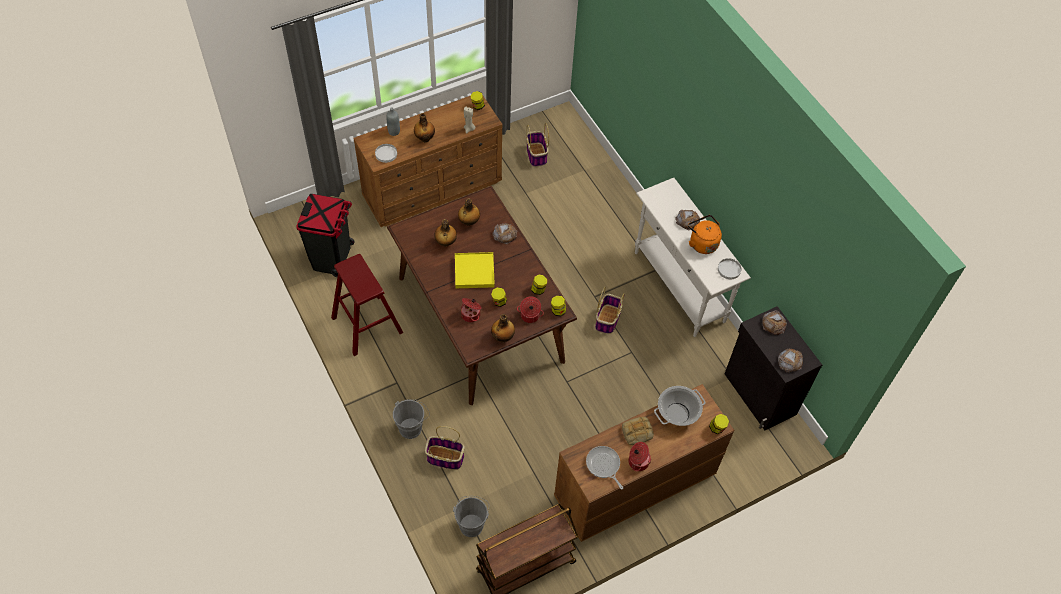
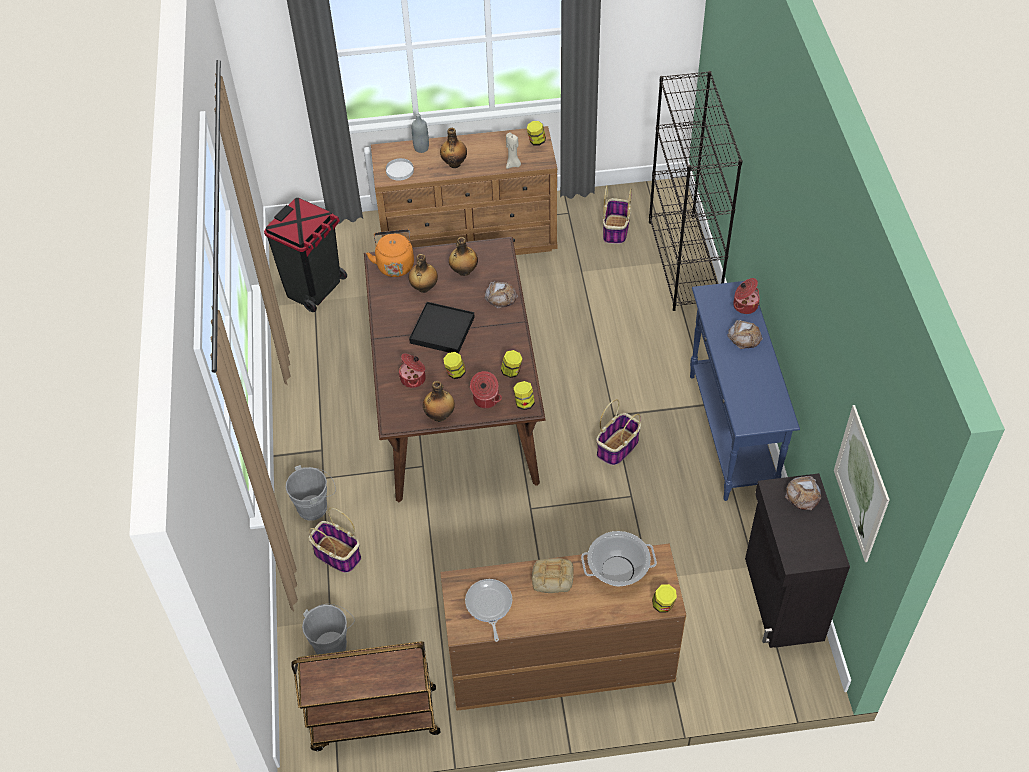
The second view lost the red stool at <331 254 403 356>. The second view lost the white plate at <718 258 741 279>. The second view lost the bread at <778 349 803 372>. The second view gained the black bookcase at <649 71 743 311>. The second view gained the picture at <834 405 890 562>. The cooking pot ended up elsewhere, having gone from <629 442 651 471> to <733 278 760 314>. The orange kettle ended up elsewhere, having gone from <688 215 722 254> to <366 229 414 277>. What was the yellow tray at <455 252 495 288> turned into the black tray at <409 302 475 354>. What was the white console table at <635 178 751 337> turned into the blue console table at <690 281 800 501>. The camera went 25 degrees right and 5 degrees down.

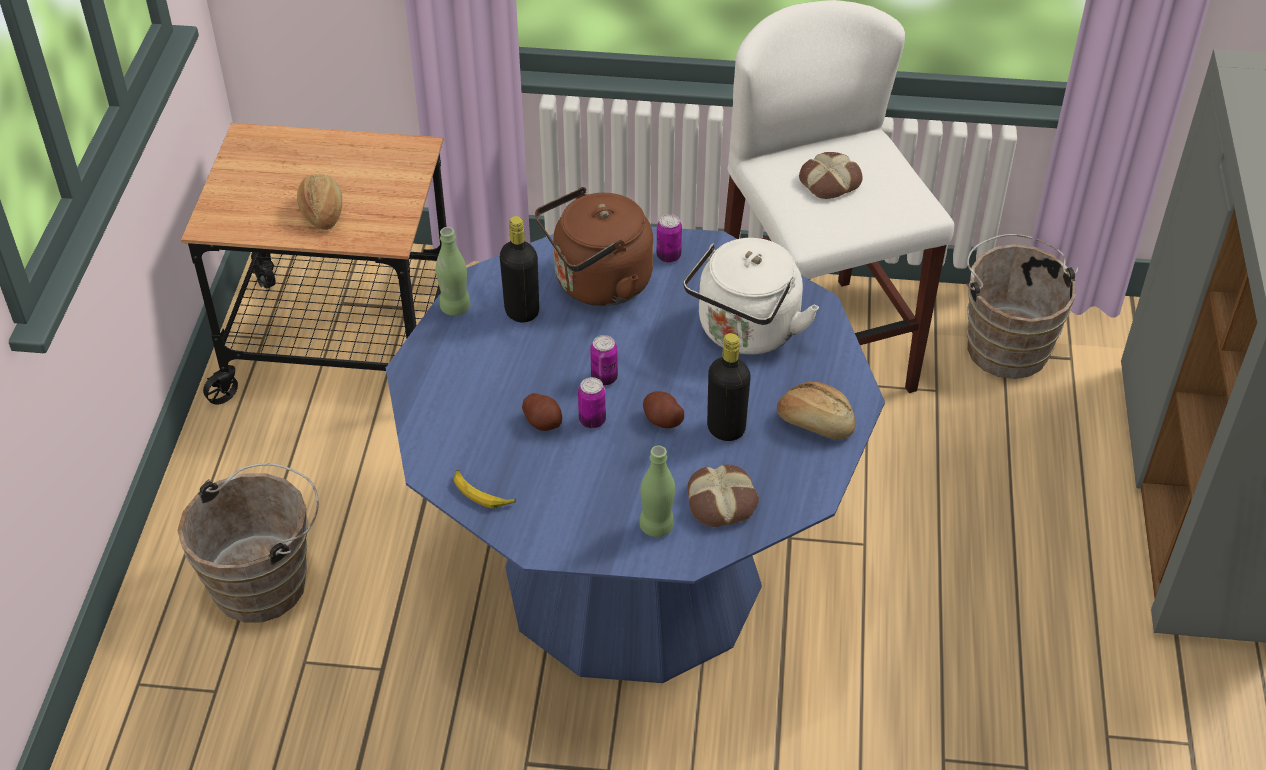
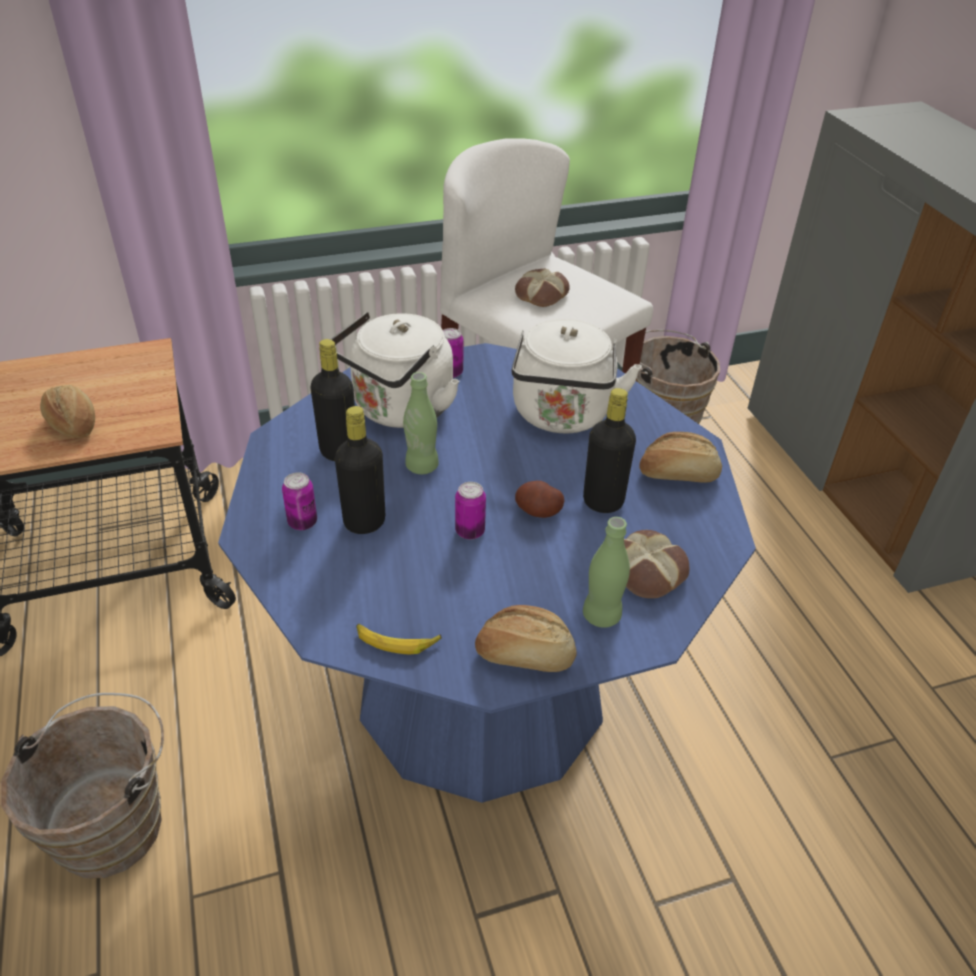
The second view lost the potato at <522 393 562 431>. The second view gained the black bottle at <335 406 385 534>. The second view gained the bread at <475 605 577 672>. The green bottle ended up elsewhere, having gone from <436 227 471 316> to <403 372 439 474>. The can ended up elsewhere, having gone from <590 335 618 386> to <282 472 317 530>. What was the brown kettle at <535 187 653 306> turned into the white kettle at <330 312 459 428>. The camera went 25 degrees left and 5 degrees down.

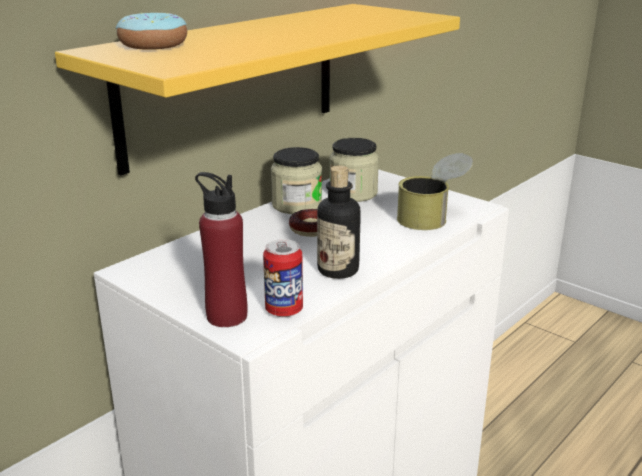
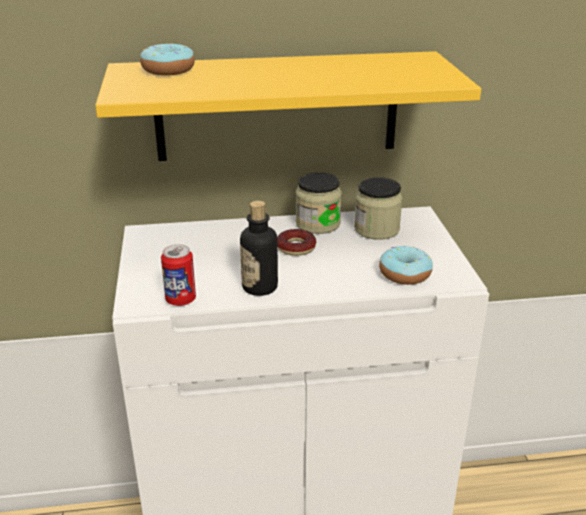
The second view lost the red bottle at <195 172 247 327>. Where the can stood at <397 153 473 230>, the donut came to stand at <379 245 433 285>. The camera went 40 degrees right and 5 degrees up.

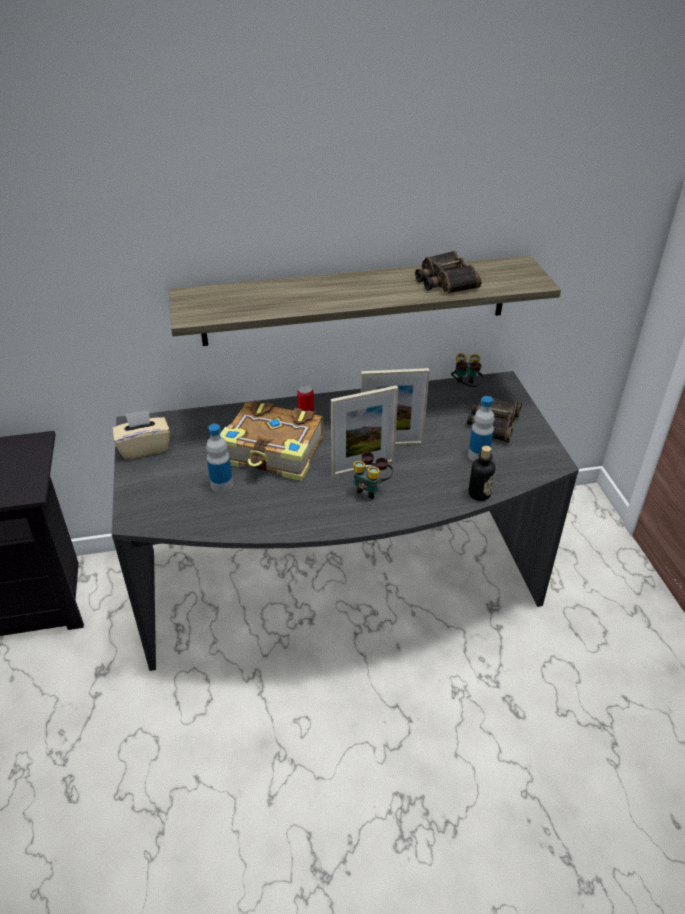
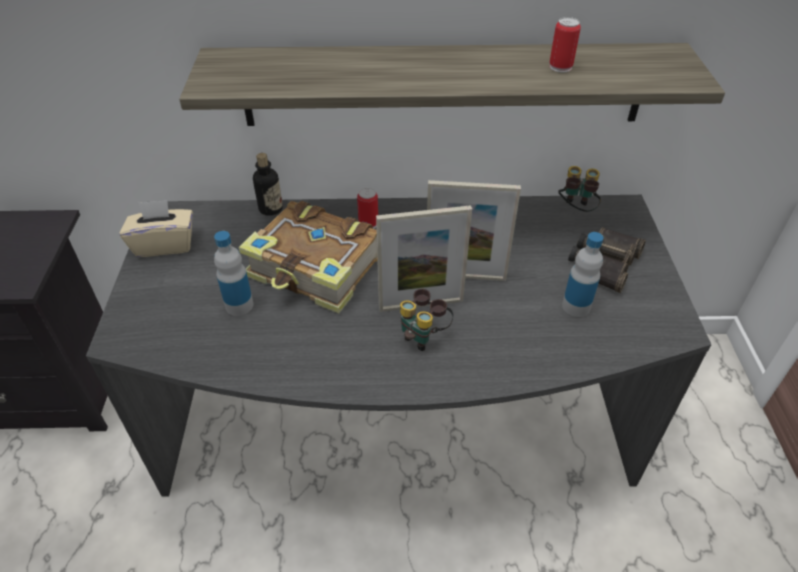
The bottle ended up elsewhere, having gone from <468 446 495 501> to <253 153 283 216>. Where the binoculars stood at <415 251 481 294>, the can came to stand at <549 17 581 73>. The camera went 10 degrees right and 5 degrees up.

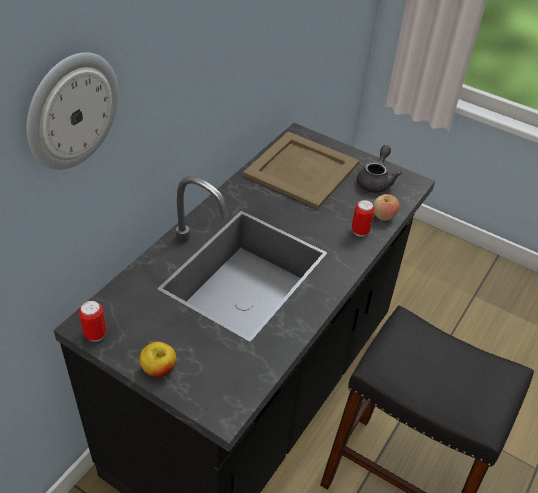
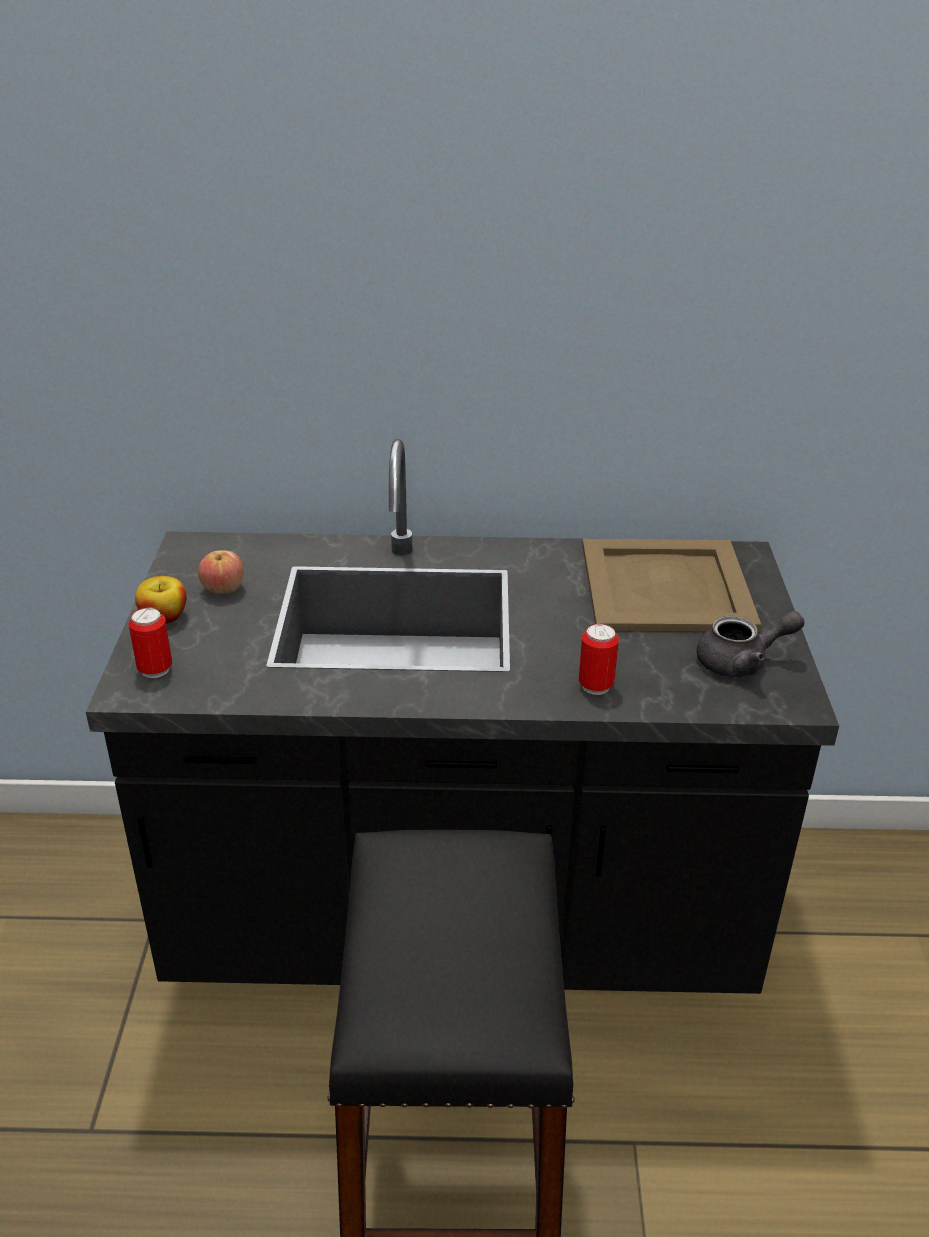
The second view lost the wall clock at <26 52 118 170>. The can ended up elsewhere, having gone from <79 300 107 342> to <128 607 172 678>. The apple ended up elsewhere, having gone from <373 194 400 221> to <198 550 244 594>. The camera went 60 degrees right and 10 degrees down.

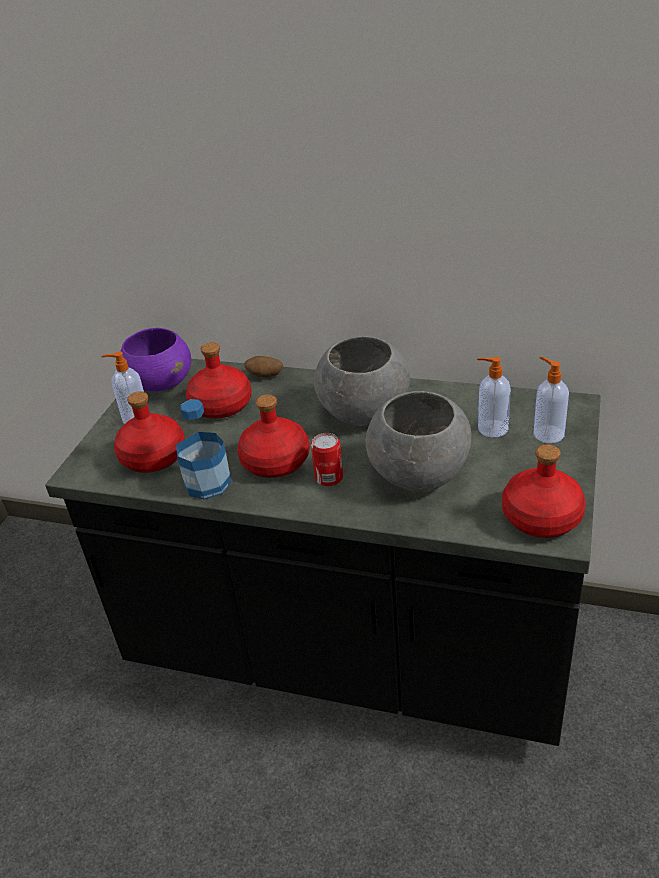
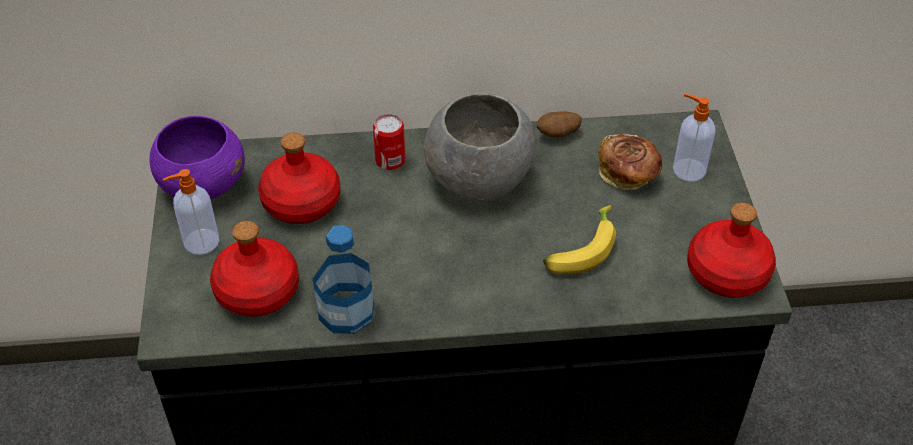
The second view lost the red bottle at <237 395 310 478>. The potato ended up elsewhere, having gone from <244 356 283 378> to <537 112 582 138>. The can ended up elsewhere, having gone from <311 433 343 486> to <373 114 405 170>. Where the grey bowl stood at <365 391 471 492>, the banana came to stand at <543 205 616 274>. Where the soap dispenser stood at <477 357 511 437>, the bread came to stand at <598 133 662 190>. The camera went 25 degrees left and 10 degrees up.

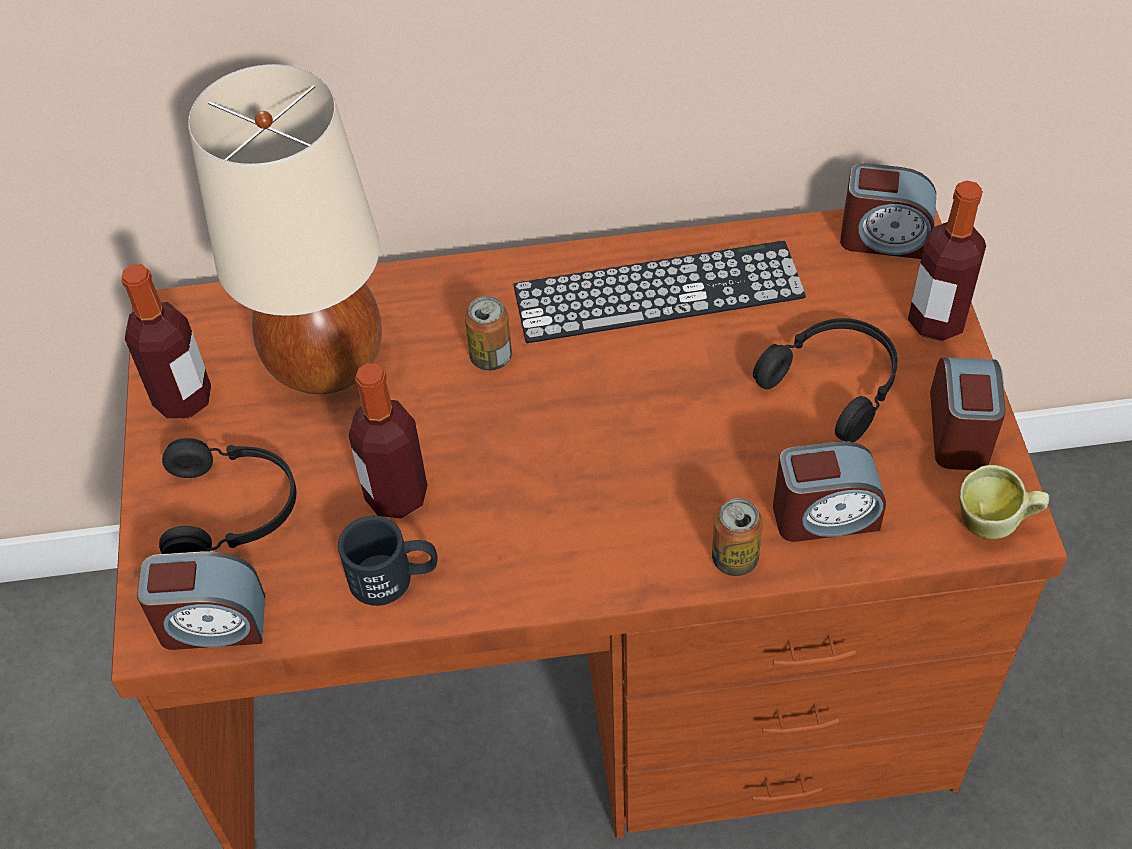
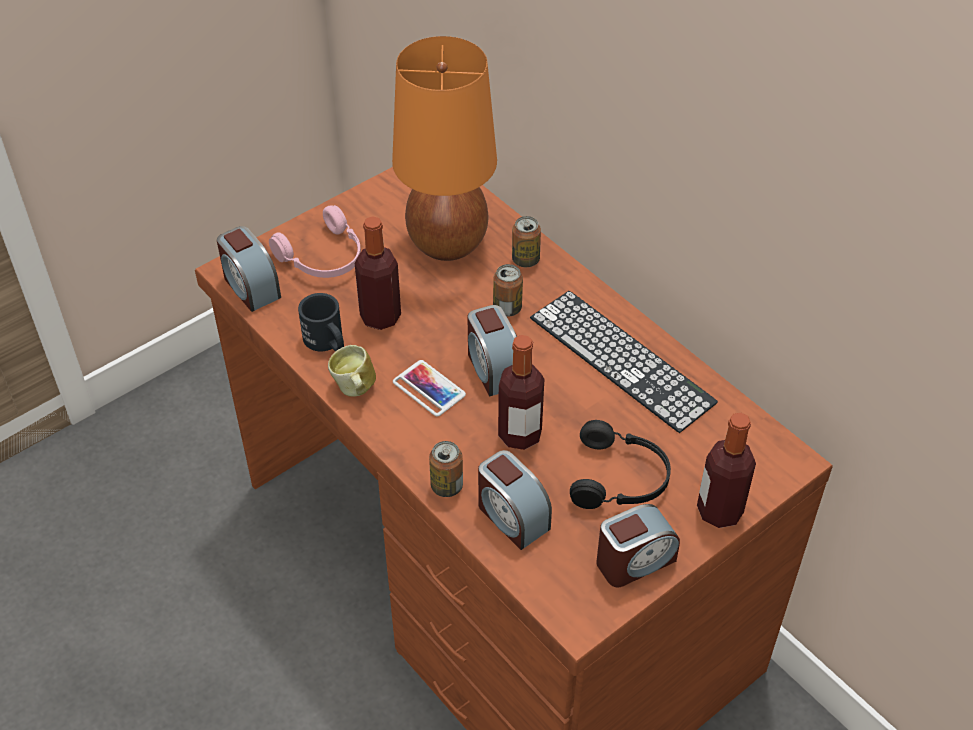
The second view gained the phone at <393 360 466 417>. The second view gained the can at <512 216 541 267>. The bottle ended up elsewhere, having gone from <121 264 211 419> to <498 335 544 450>. The alarm clock ended up elsewhere, having gone from <840 163 936 259> to <468 305 517 396>. The mug ended up elsewhere, having gone from <959 465 1049 539> to <328 345 376 397>. What was the black headphones at <159 438 297 554> turned into the pink headphones at <269 205 361 278>. What was the beige table lamp at <188 64 382 394> turned into the orange table lamp at <392 36 497 261>. The camera went 55 degrees right and 5 degrees down.

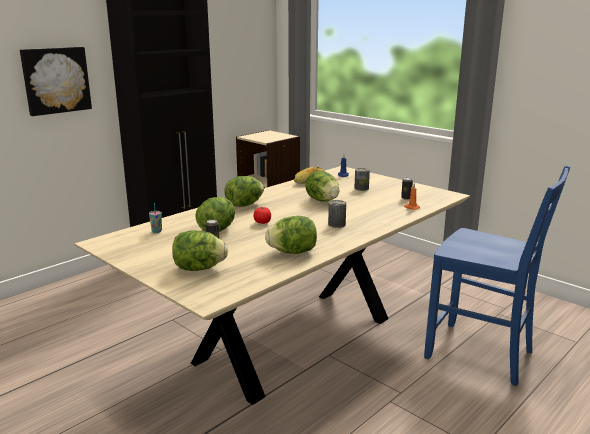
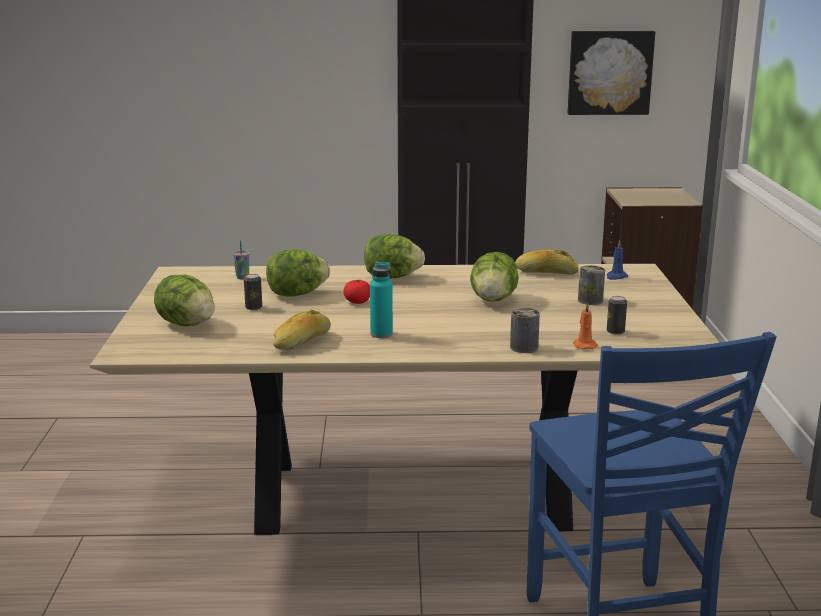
The second view gained the turquoise bottle at <370 261 393 338>. The picture ended up elsewhere, having gone from <20 47 92 116> to <567 31 655 115>. The can ended up elsewhere, having gone from <328 200 346 228> to <510 308 540 353>. Where the lettuce stood at <265 216 317 254>, the bread came to stand at <273 310 331 350>. The camera went 45 degrees right and 0 degrees up.

